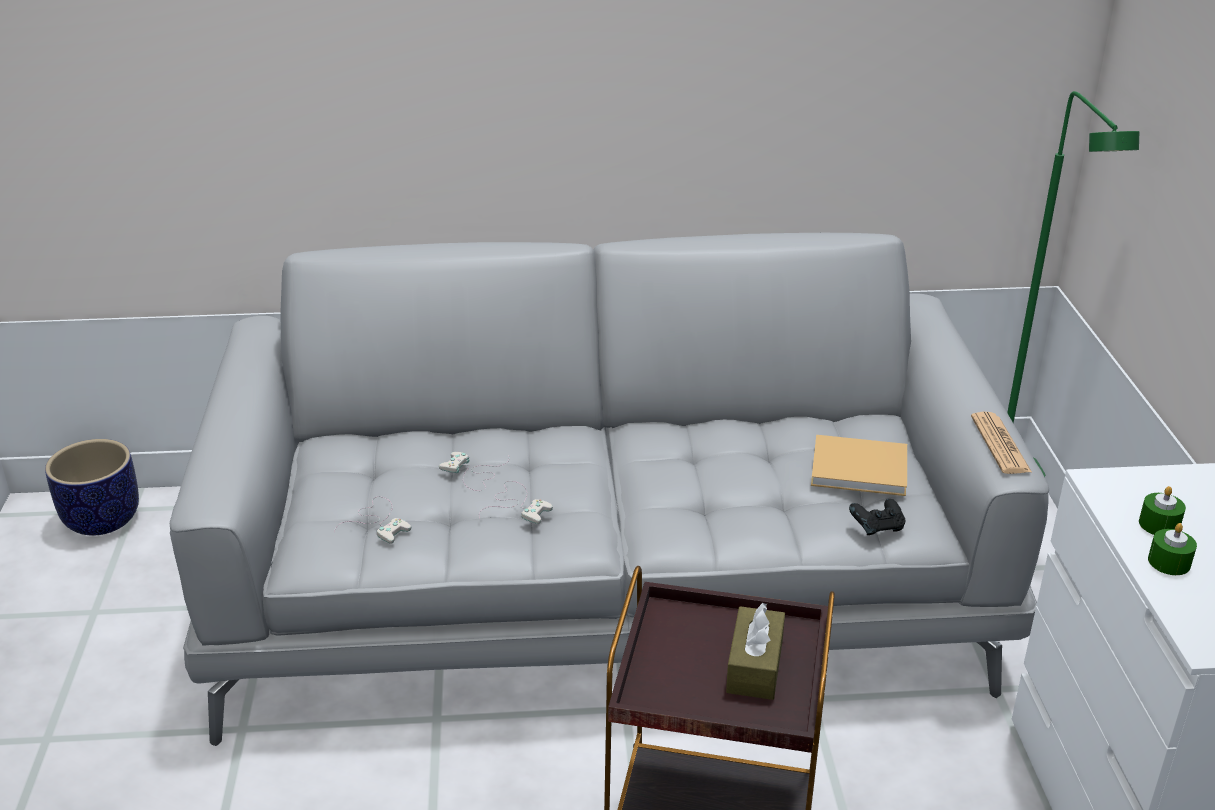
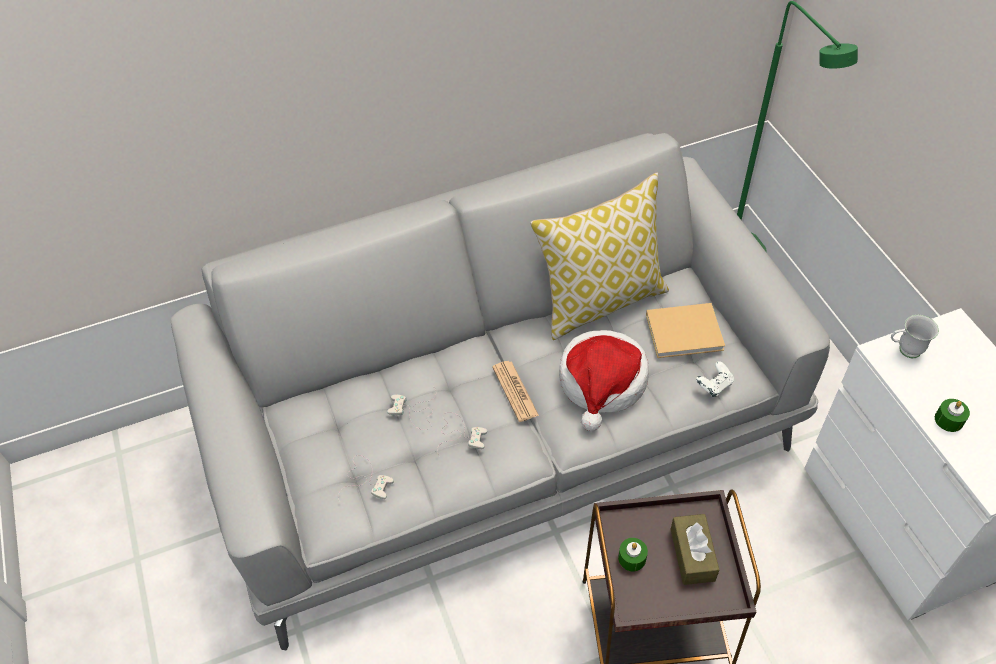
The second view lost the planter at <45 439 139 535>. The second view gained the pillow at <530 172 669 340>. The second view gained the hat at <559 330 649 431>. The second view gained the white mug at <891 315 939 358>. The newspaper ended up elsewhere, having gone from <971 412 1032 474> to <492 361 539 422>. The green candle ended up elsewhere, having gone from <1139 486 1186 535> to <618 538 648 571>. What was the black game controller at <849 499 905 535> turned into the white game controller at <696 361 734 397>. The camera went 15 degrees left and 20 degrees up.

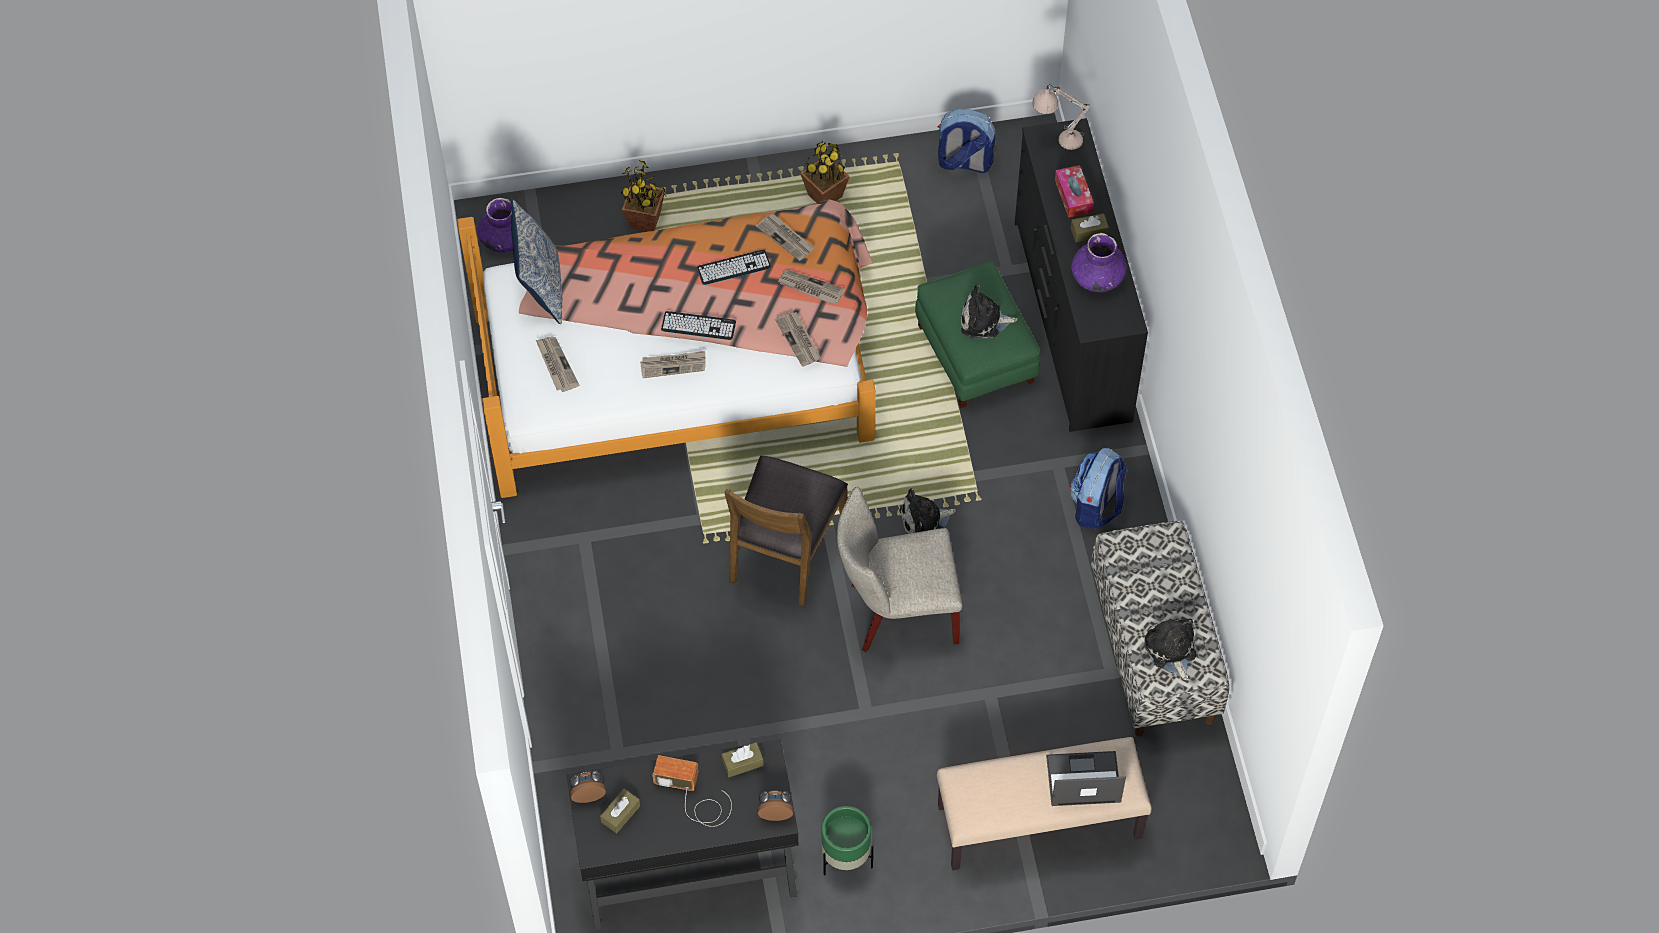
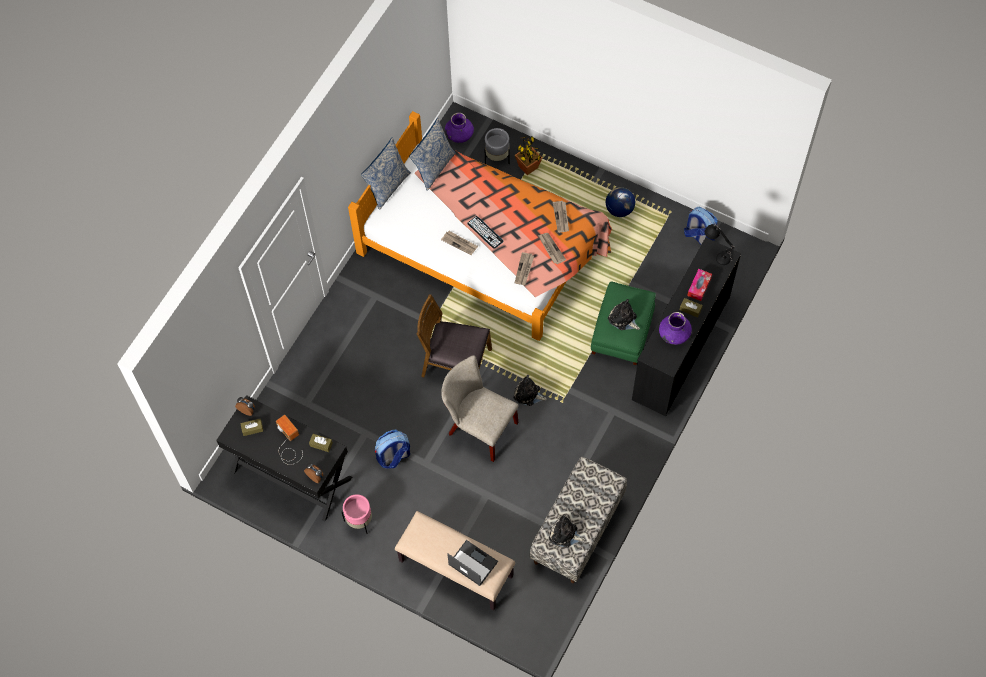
The second view lost the newspaper at <536 336 580 392>. The second view lost the keyboard at <697 250 771 285>. The second view gained the pillow at <361 137 411 210>. The second view gained the grey planter at <485 128 510 164>. The backpack ended up elsewhere, having gone from <1070 448 1127 529> to <375 430 410 469>. Where the potted plant stood at <800 141 850 203>, the globe came to stand at <606 187 635 217>. What was the green planter at <821 806 873 876> turned into the pink planter at <341 494 372 534>. What was the beige table lamp at <1032 84 1090 150> turned into the black table lamp at <705 224 735 265>. The brown chair at <725 455 848 607> ended up facing another way, 45 degrees clockwise from before. The plush toy at <1144 618 1197 681> ended up facing another way, 90 degrees counterclockwise from before. The camera went 40 degrees right and 5 degrees up.

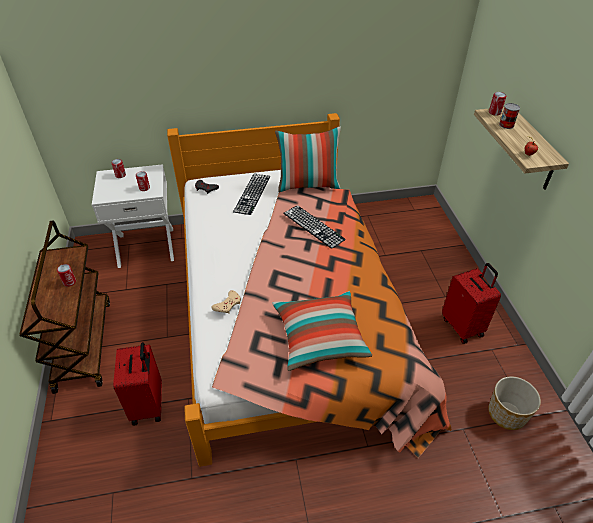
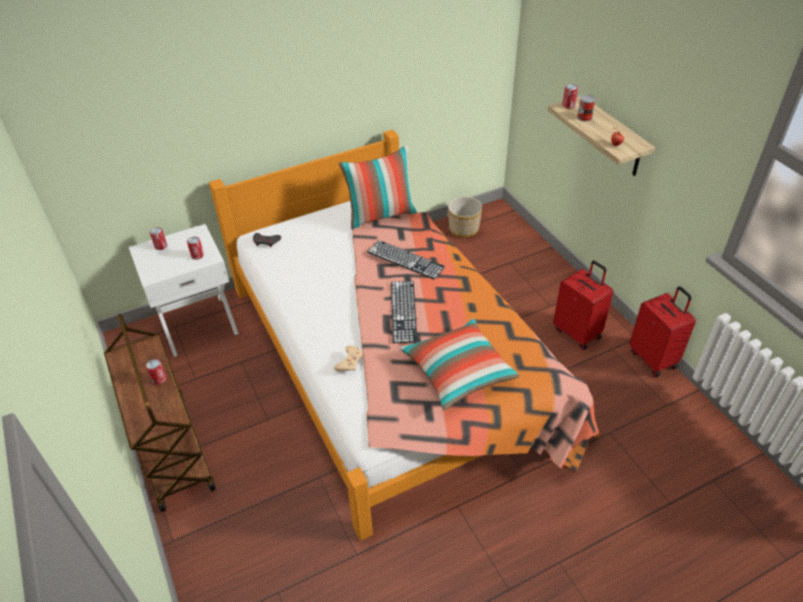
The red suitcase ended up elsewhere, having gone from <113 342 162 426> to <629 286 696 377>. The keyboard ended up elsewhere, having gone from <233 174 270 215> to <391 281 417 343>. The planter ended up elsewhere, having gone from <489 376 541 430> to <448 196 482 238>. The camera went 15 degrees left and 0 degrees up.

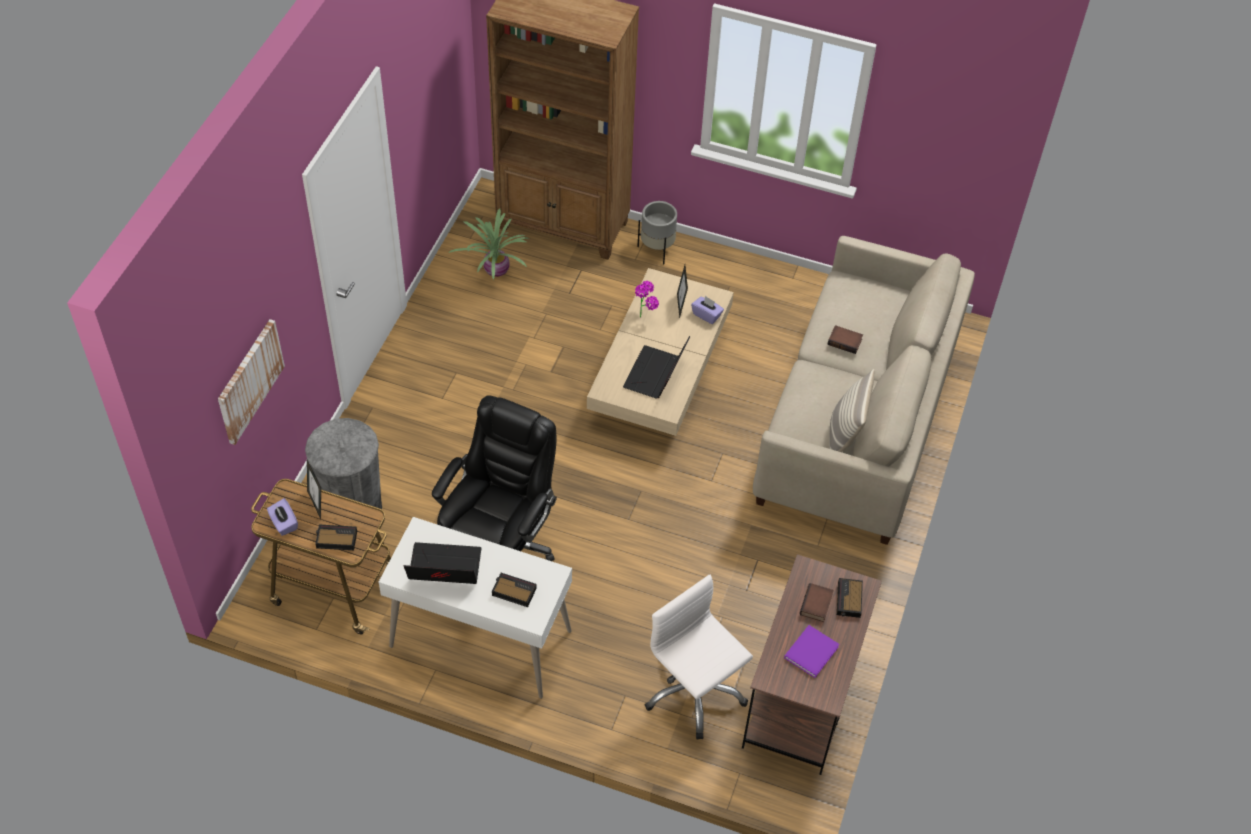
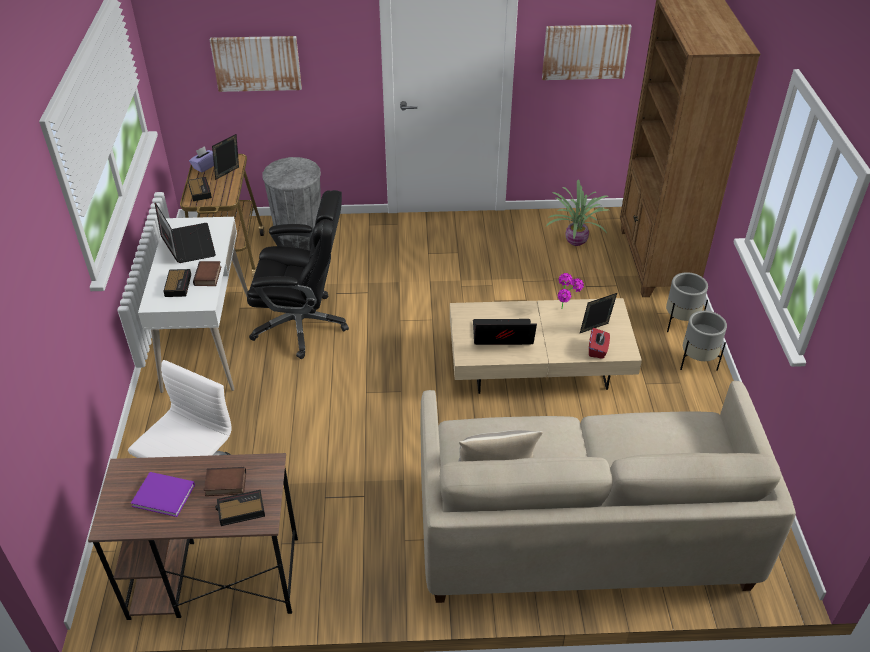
The second view gained the picture at <542 24 632 80>. The second view gained the grey planter at <680 310 727 371>. The book ended up elsewhere, having gone from <828 325 863 354> to <193 261 221 286>. What was the purple tissue box at <691 296 724 324> turned into the red tissue box at <589 328 610 359>. The camera went 70 degrees right and 10 degrees down.

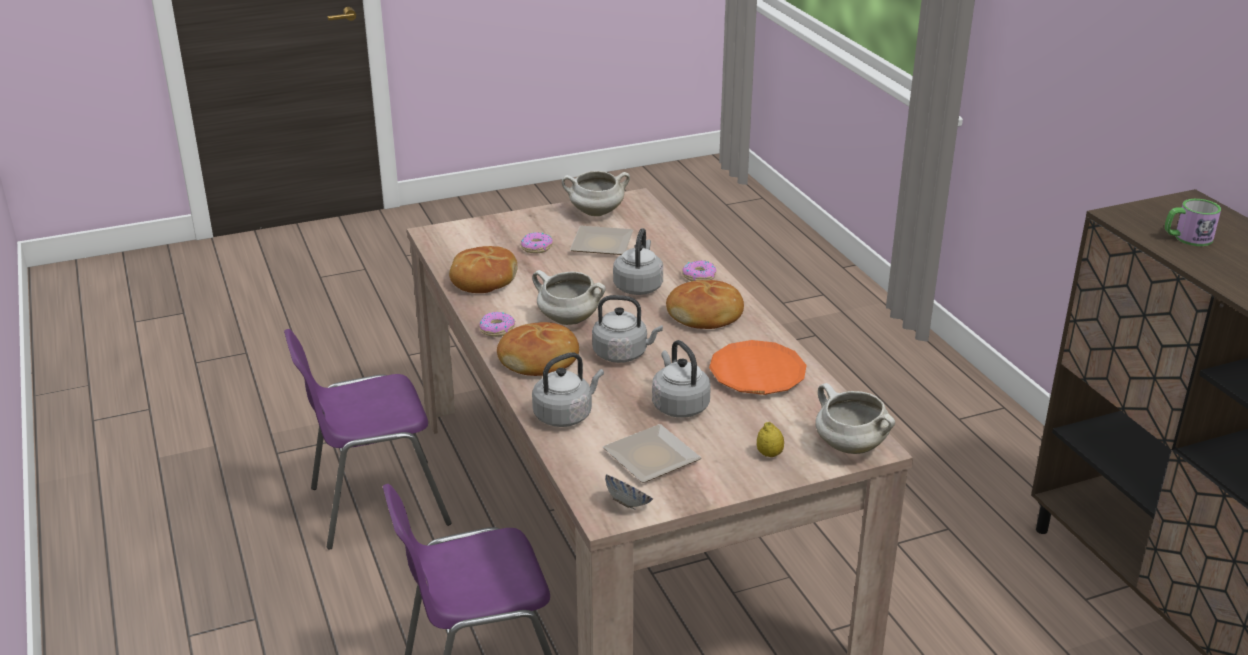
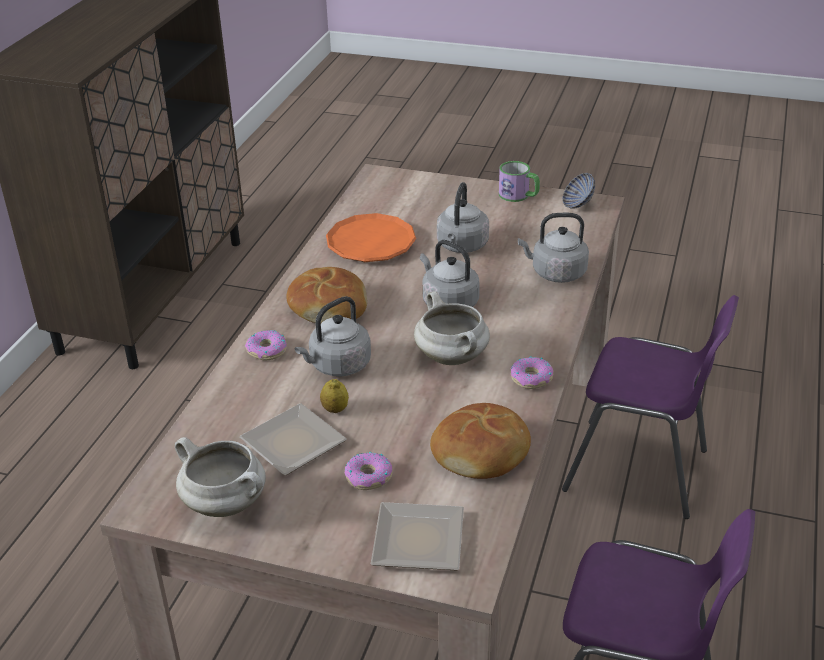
The second view lost the bread at <497 322 579 376>. The second view lost the white cooking pot at <815 383 895 454>. The plate ended up elsewhere, having gone from <603 424 701 483> to <371 502 464 570>. The lemon ended up elsewhere, having gone from <757 422 784 457> to <320 379 349 413>. The mug ended up elsewhere, having gone from <1165 199 1221 246> to <499 161 540 202>. The camera went 140 degrees left and 5 degrees up.

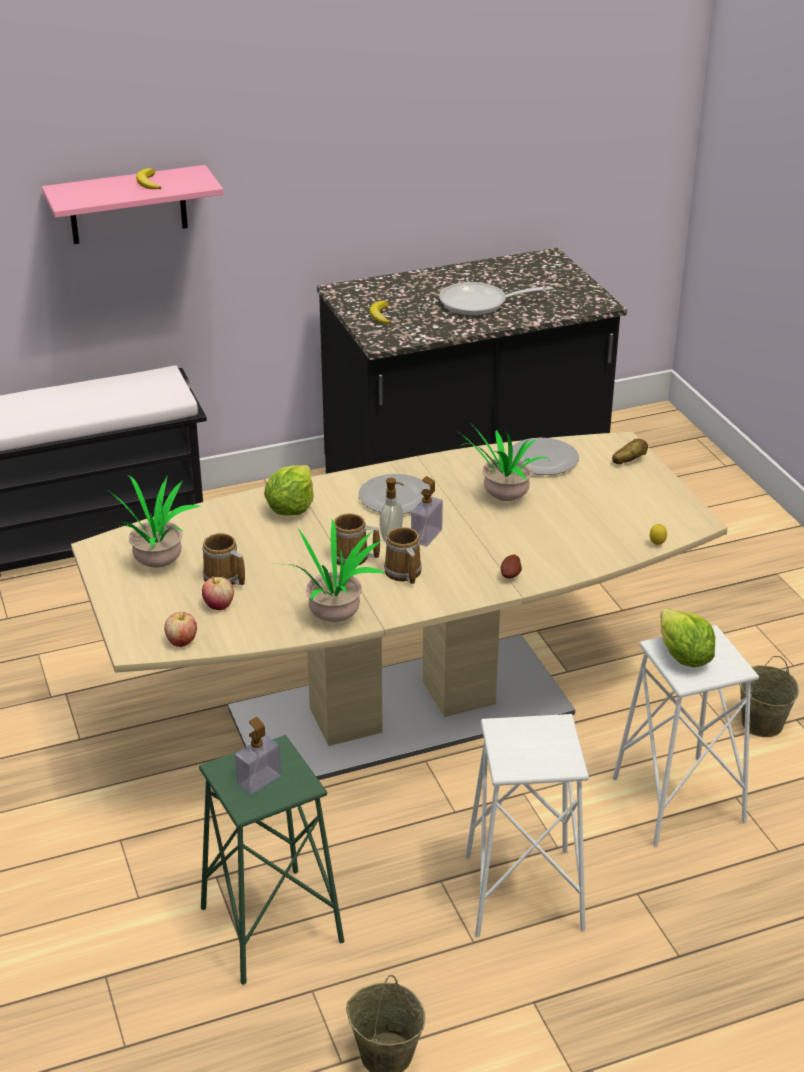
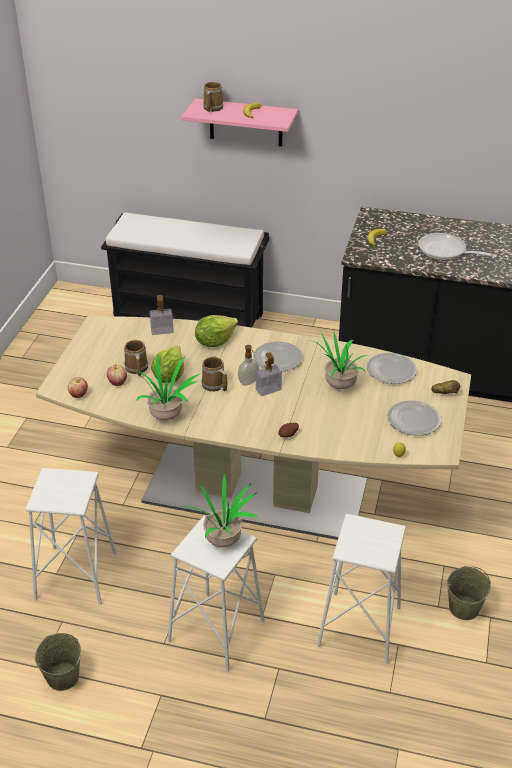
The second view gained the plate at <388 400 441 436>. The potted plant ended up elsewhere, having gone from <106 475 200 568> to <183 473 258 547>. The soap dispenser ended up elsewhere, having gone from <235 717 281 795> to <150 295 174 335>. The mug ended up elsewhere, having gone from <384 527 422 584> to <203 82 224 112>. The lettuce ended up elsewhere, having gone from <660 608 715 667> to <151 345 184 383>. What was the green stool at <199 735 344 985> turned into the white stool at <25 468 116 605>. The camera went 35 degrees right and 5 degrees up.

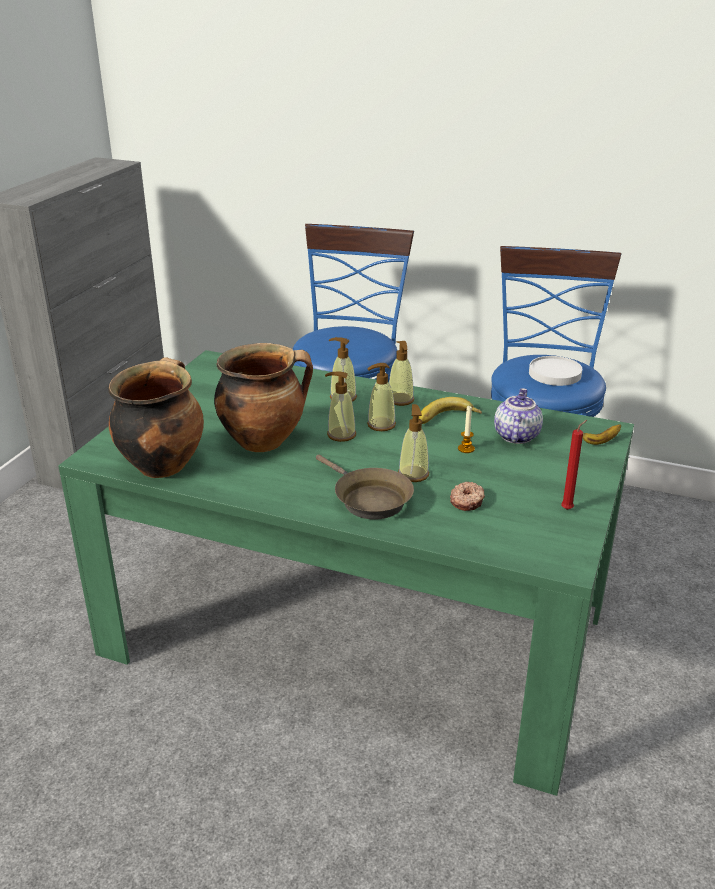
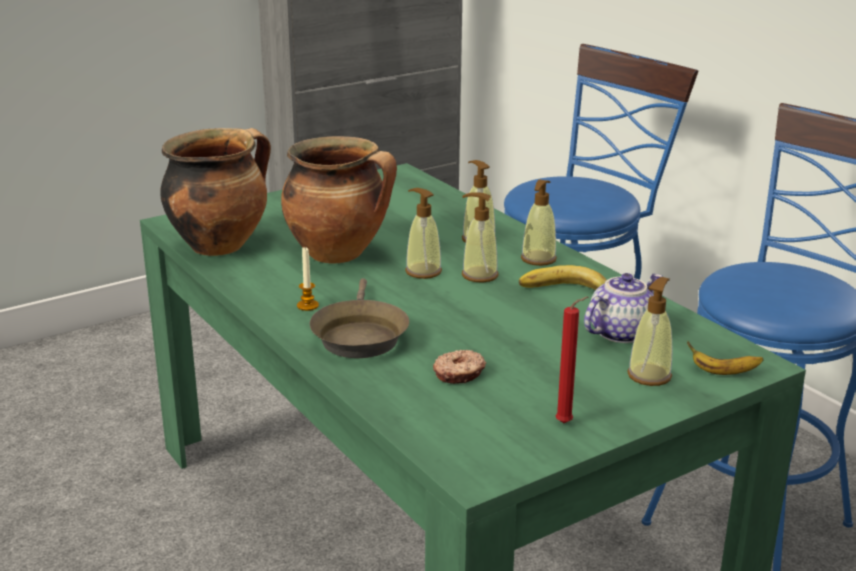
The second view lost the white plate at <529 356 582 386>. The soap dispenser ended up elsewhere, having gone from <398 404 429 482> to <627 277 673 386>. The candle ended up elsewhere, having gone from <458 405 475 453> to <297 247 319 311>. The camera went 35 degrees right and 5 degrees down.

